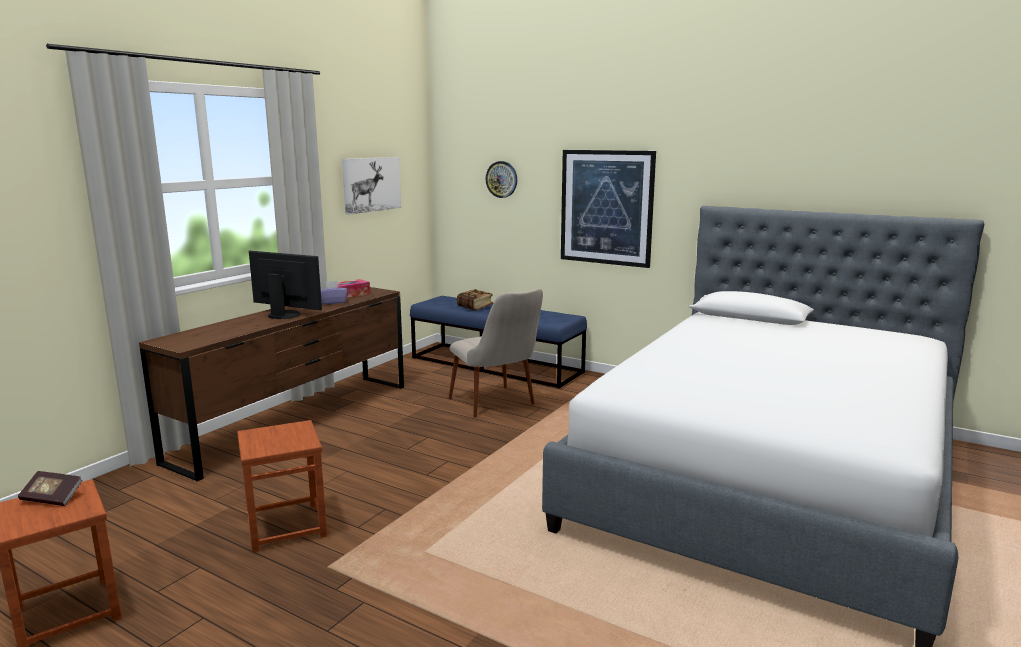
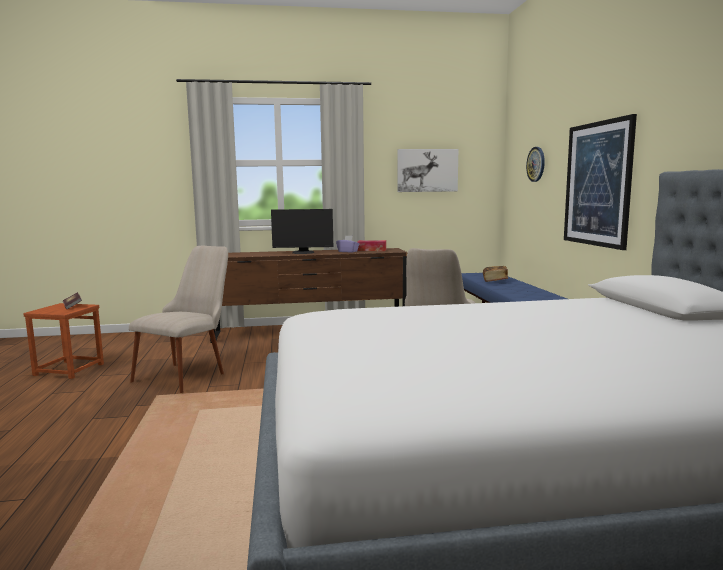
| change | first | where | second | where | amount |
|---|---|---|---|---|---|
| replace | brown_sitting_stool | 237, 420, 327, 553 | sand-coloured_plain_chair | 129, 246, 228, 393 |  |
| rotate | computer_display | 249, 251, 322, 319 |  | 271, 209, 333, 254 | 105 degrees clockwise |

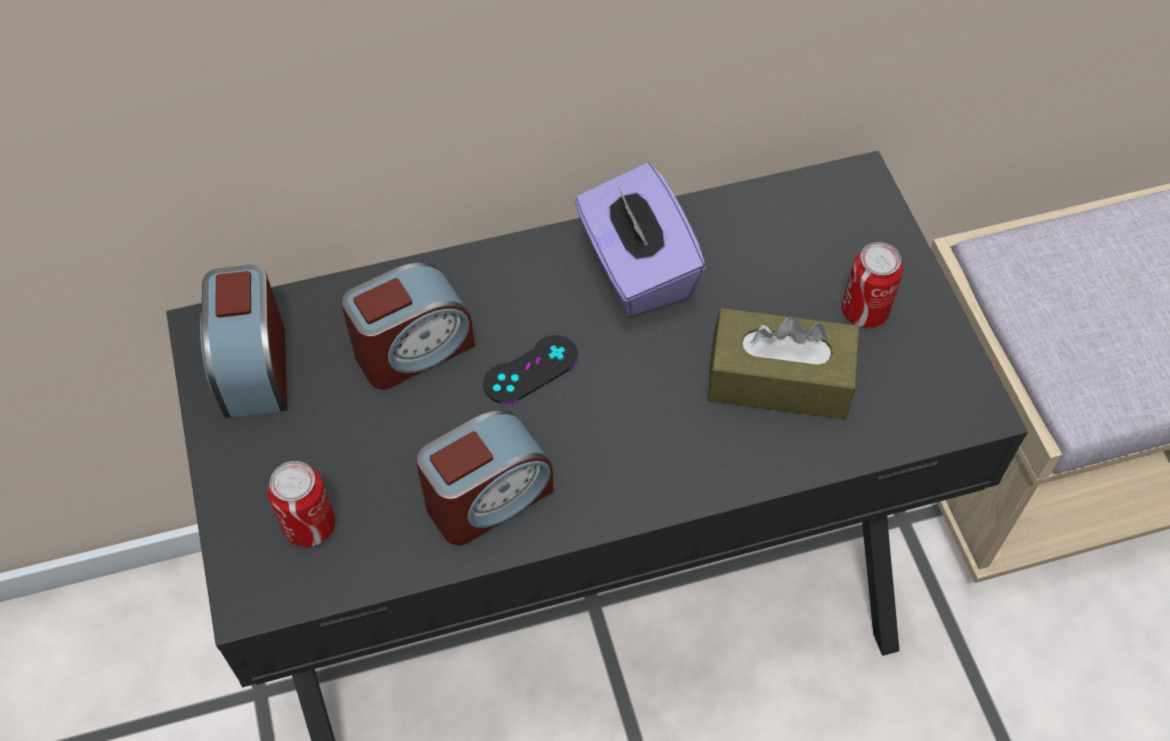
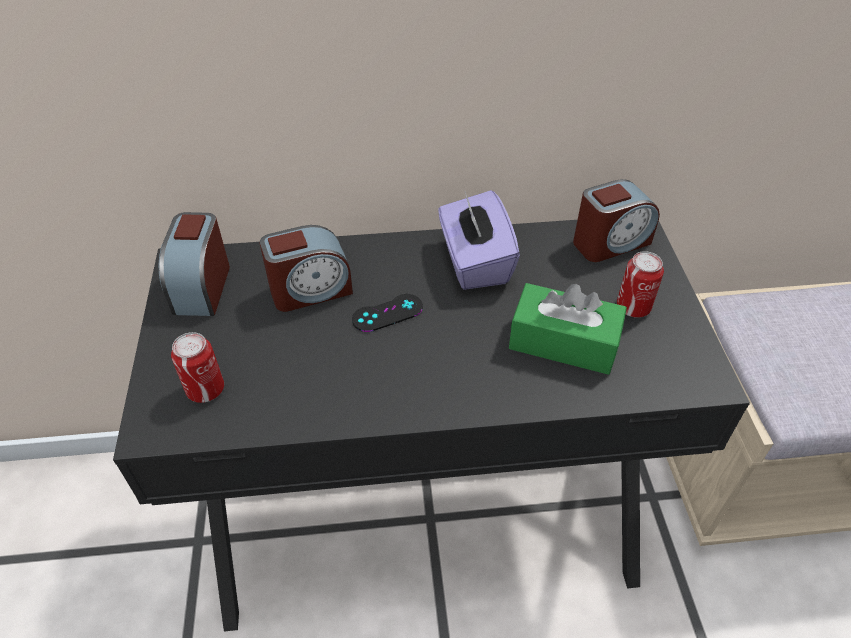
| change | first | where | second | where | amount |
|---|---|---|---|---|---|
| move | alarm_clock | 416, 410, 554, 545 |  | 573, 179, 660, 262 |  |
| recolor | brown_box_of_tissues | 707, 308, 860, 420 | greenish_box_of_tissues | 509, 283, 627, 375 |  |

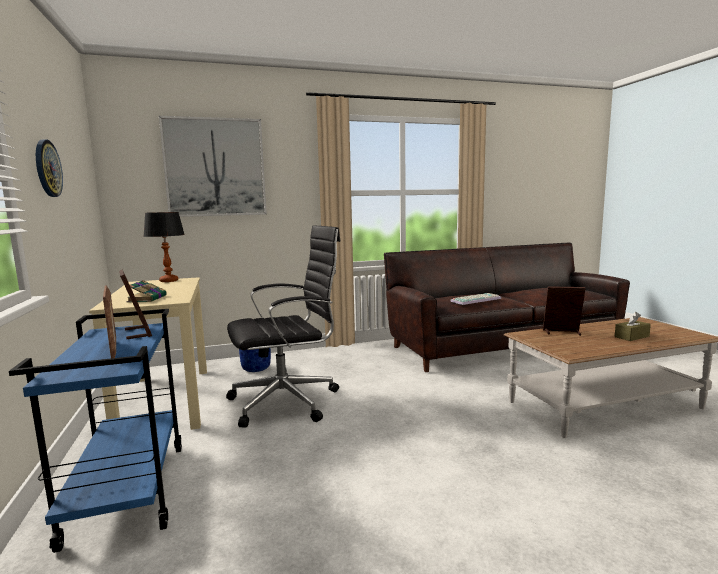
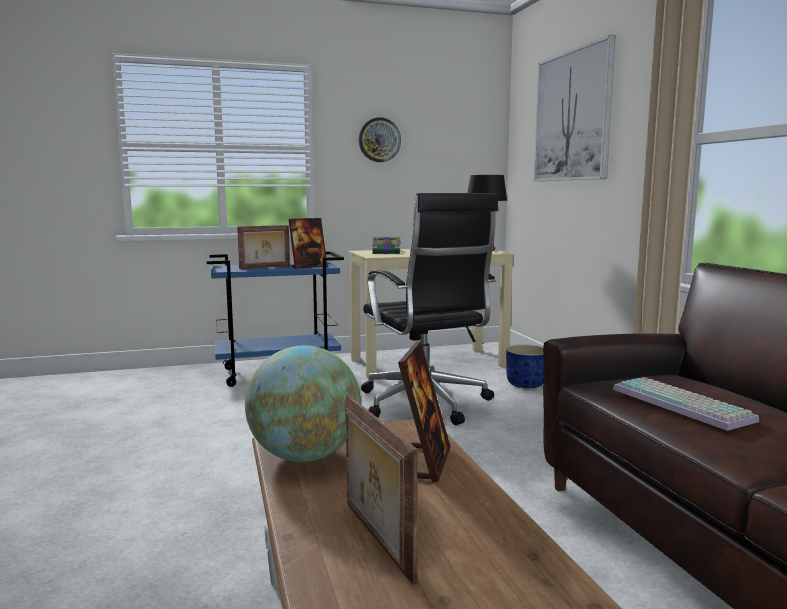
| change | first | where | second | where | amount |
|---|---|---|---|---|---|
| replace | brown_box_of_tissues | 615, 312, 651, 341 | picture_frame | 346, 395, 417, 585 |  |
| insert |  |  | world_globe | 245, 346, 361, 462 |  |

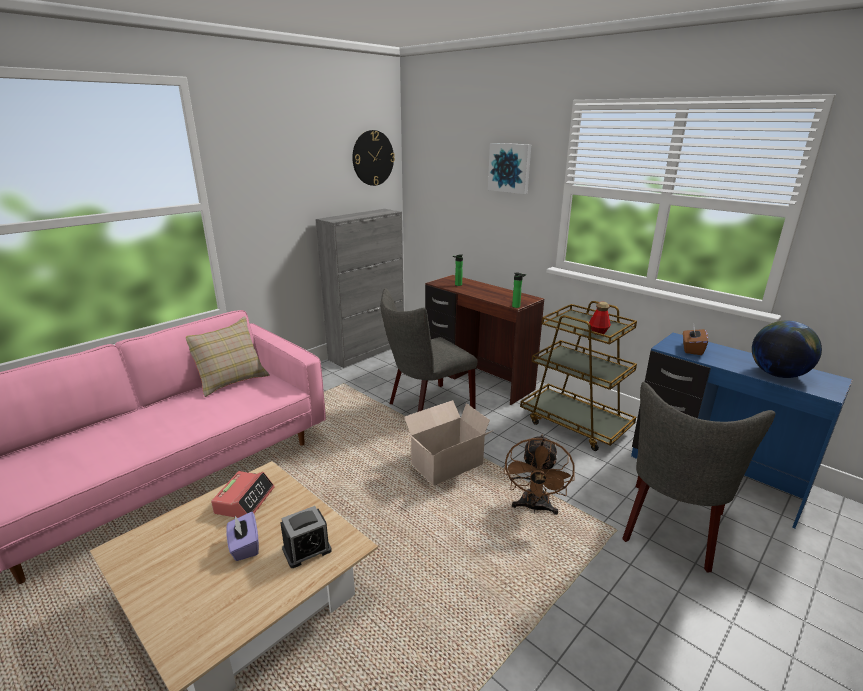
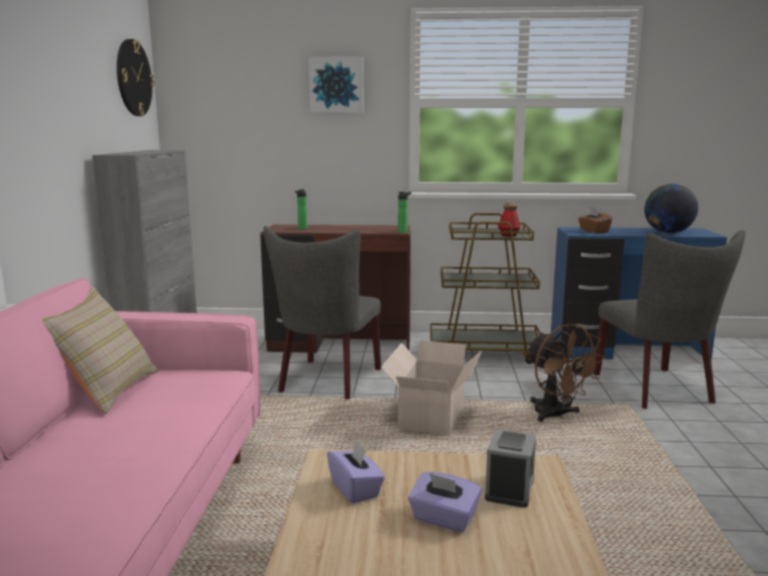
| change | first | where | second | where | amount |
|---|---|---|---|---|---|
| replace | alarm_clock | 211, 471, 275, 518 | purplish_box_of_tissues | 327, 440, 385, 504 |  |

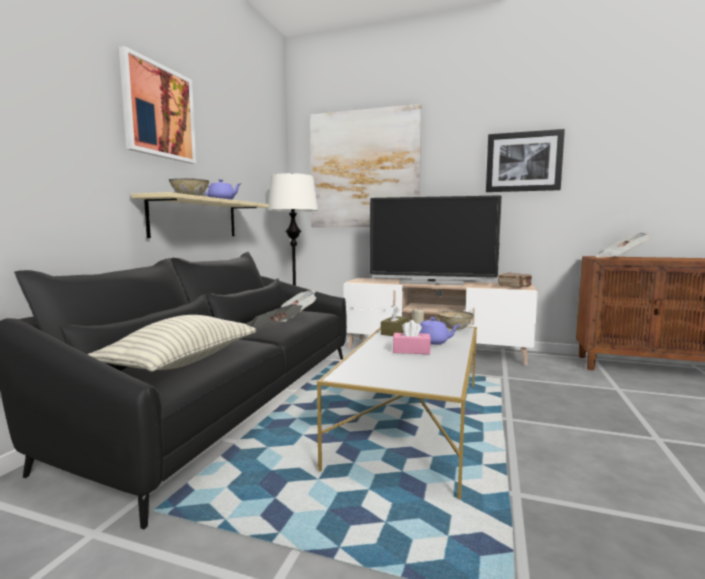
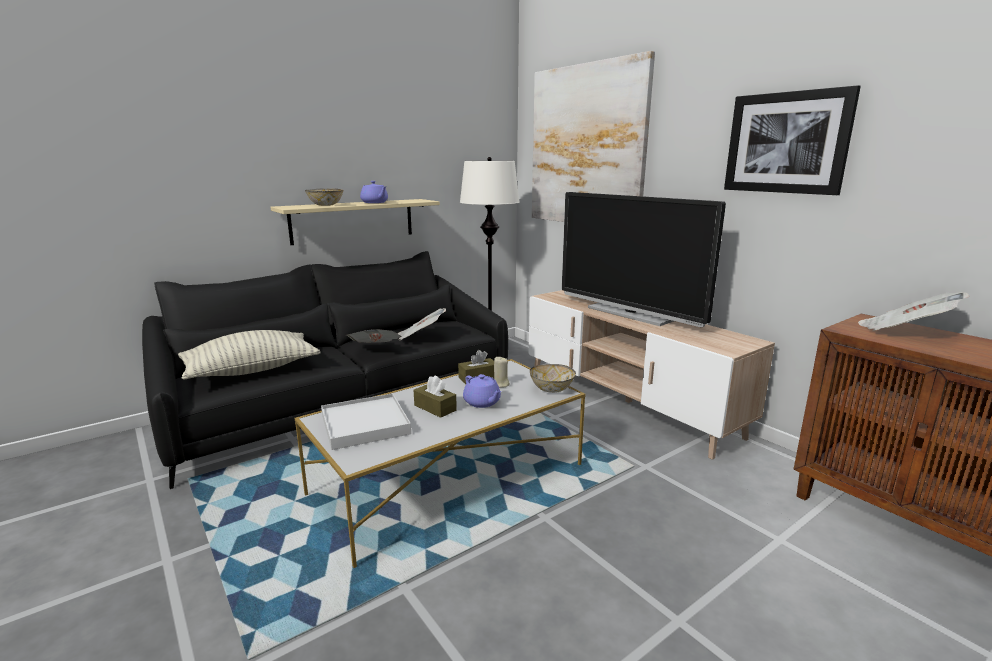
| change | first | where | second | where | amount |
|---|---|---|---|---|---|
| delete | wall_picture | 119, 46, 196, 164 |  |  |  |
| recolor | pink-coloured_box_of_tissues | 393, 320, 431, 354 | brown_box_of_tissues | 414, 375, 457, 418 |  |
| delete | brown_bound_book | 498, 273, 532, 288 |  |  |  |
| insert |  |  | white_tray | 321, 393, 411, 450 |  |

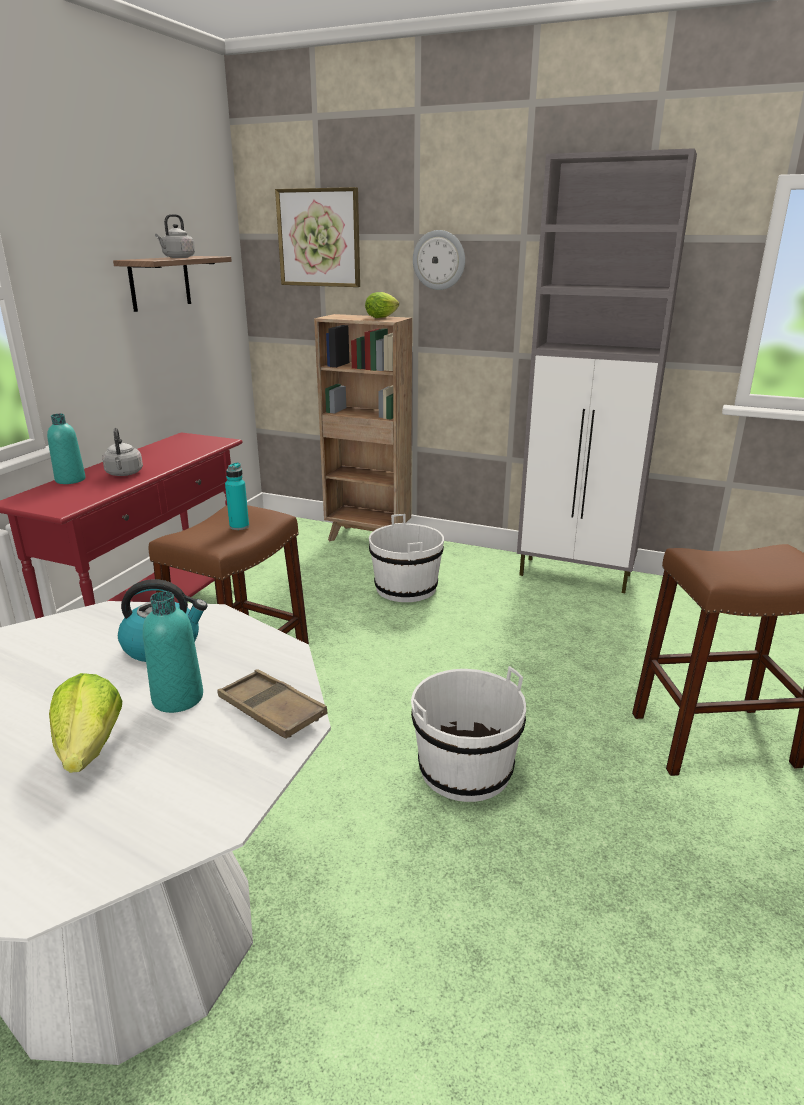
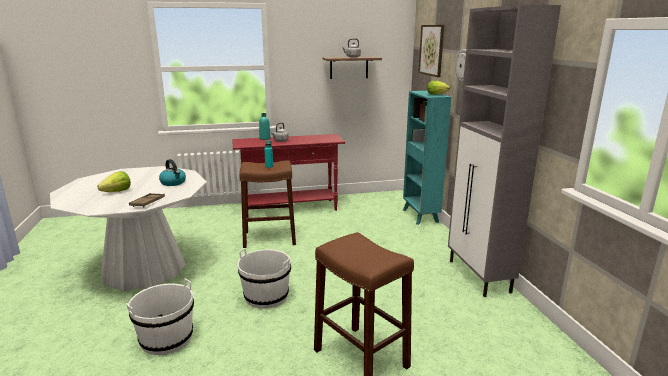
| change | first | where | second | where | amount |
|---|---|---|---|---|---|
| delete | turquoise_beverage_bottle | 143, 591, 203, 713 |  |  |  |
| recolor | brown_bookshelf | 314, 314, 412, 541 | turquoise_bookshelf | 403, 91, 451, 225 |  |
| move | white_pail | 369, 514, 444, 602 |  | 126, 278, 194, 355 |  |

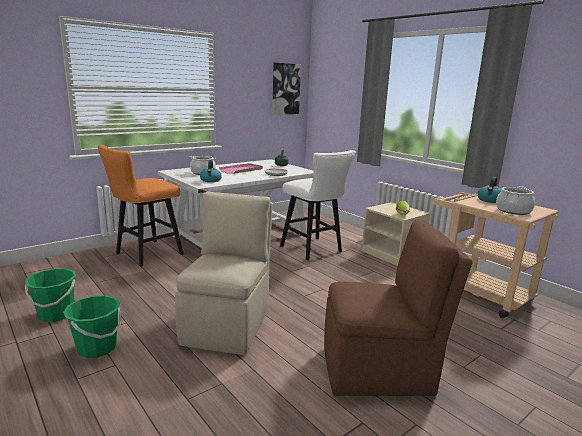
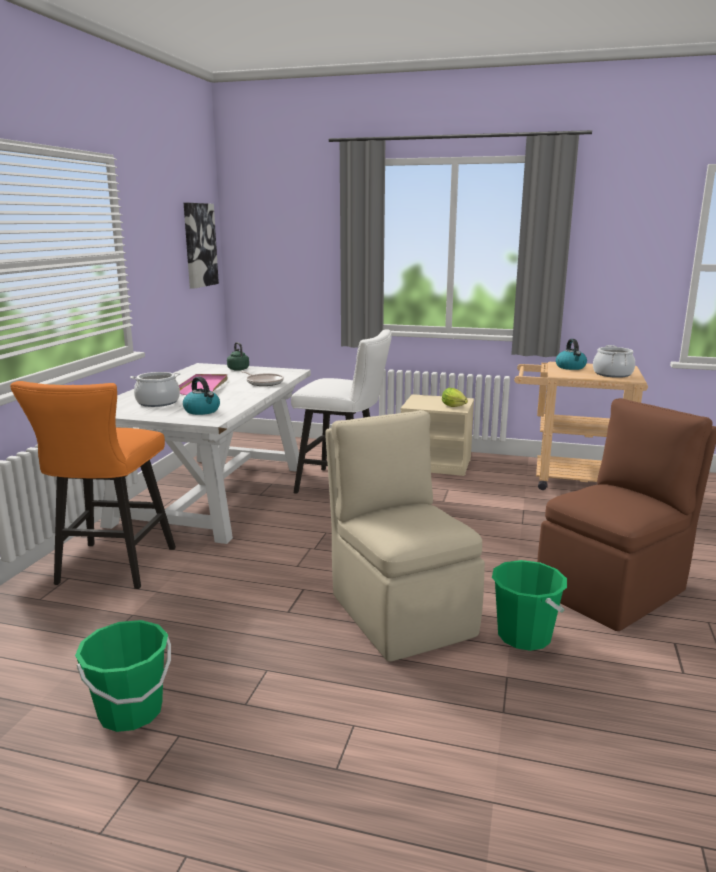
| change | first | where | second | where | amount |
|---|---|---|---|---|---|
| move | greenish_pail | 63, 295, 121, 358 |  | 492, 560, 567, 651 |  |

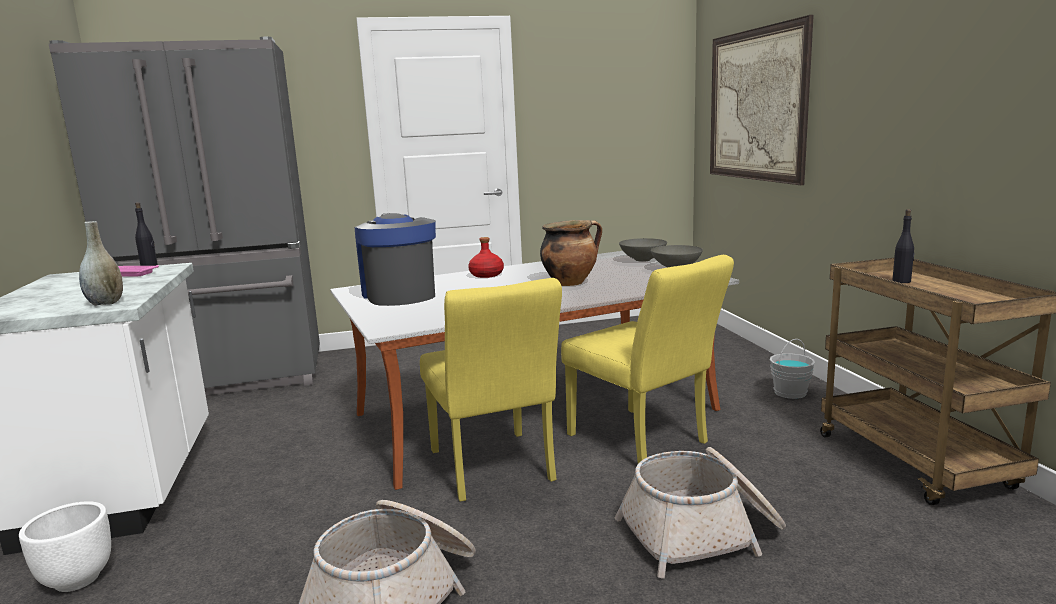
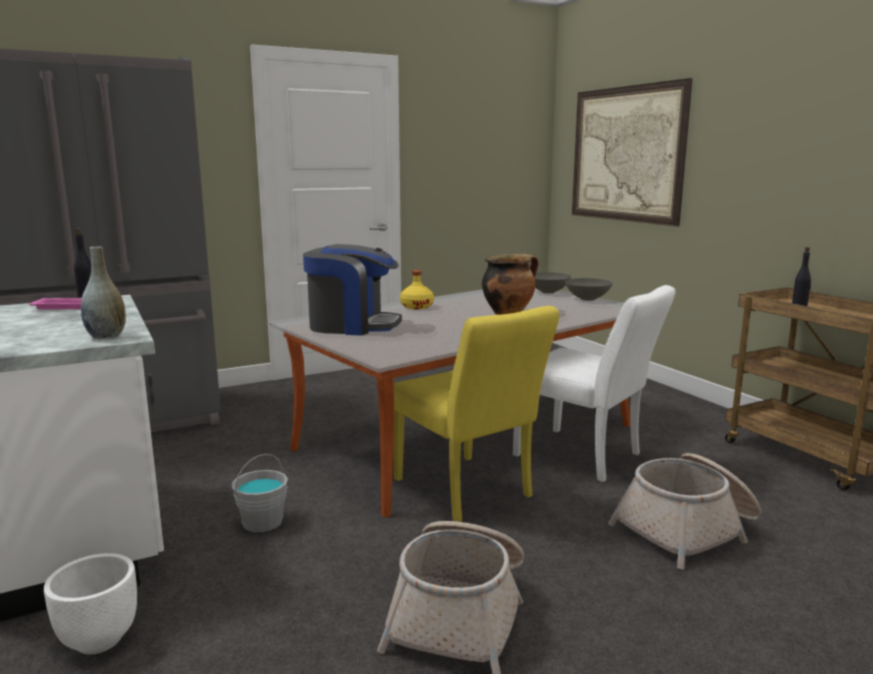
| change | first | where | second | where | amount |
|---|---|---|---|---|---|
| rotate | coffee_machine | 355, 213, 436, 306 |  | 303, 244, 402, 336 | 135 degrees clockwise |
| recolor | reddish_beverage_bottle | 468, 237, 504, 278 | yellowish_beverage_bottle | 400, 270, 434, 309 |  |
| recolor | yellowish_plain_chair | 561, 255, 734, 463 | white_plain_chair | 513, 285, 676, 482 |  |
| move | greyish_pail | 770, 339, 815, 399 |  | 232, 454, 288, 532 |  |

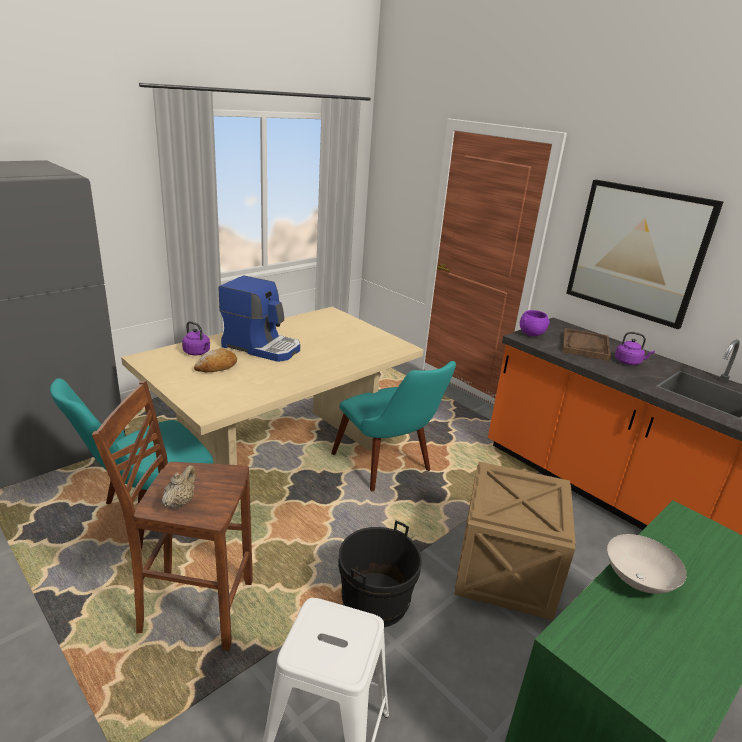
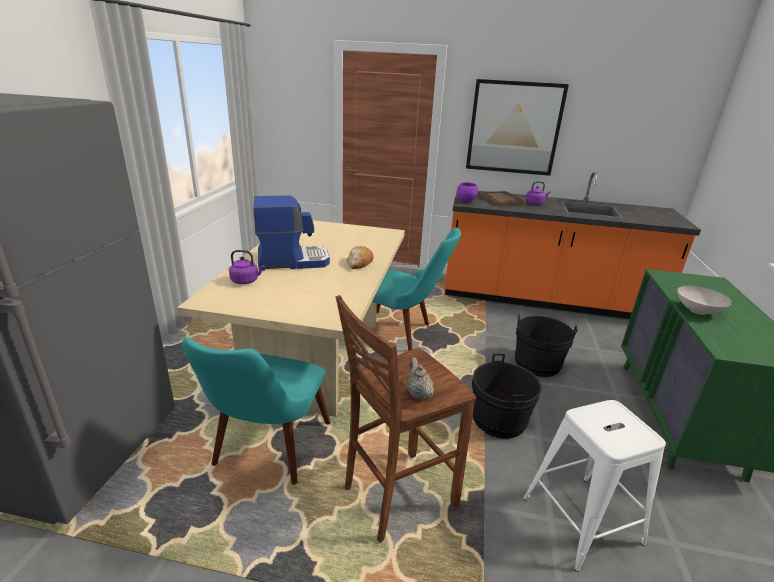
| change | first | where | second | where | amount |
|---|---|---|---|---|---|
| move | bread | 194, 348, 237, 372 |  | 346, 246, 374, 269 |  |
| replace | packing_crate | 454, 462, 576, 620 | blackish_pail | 515, 315, 578, 377 |  |

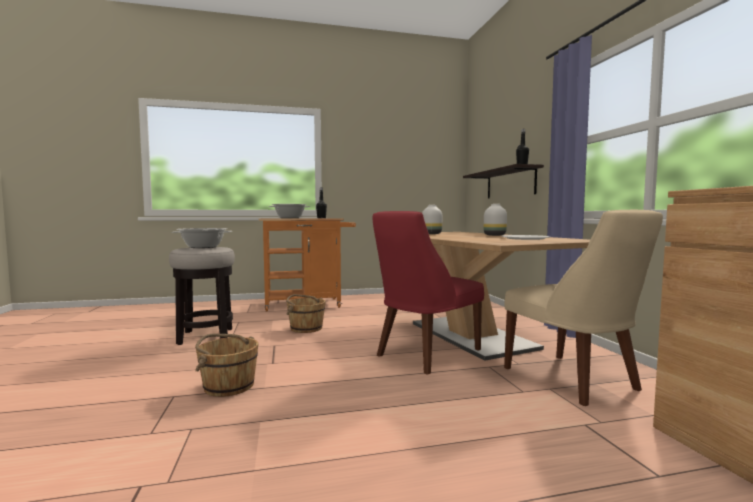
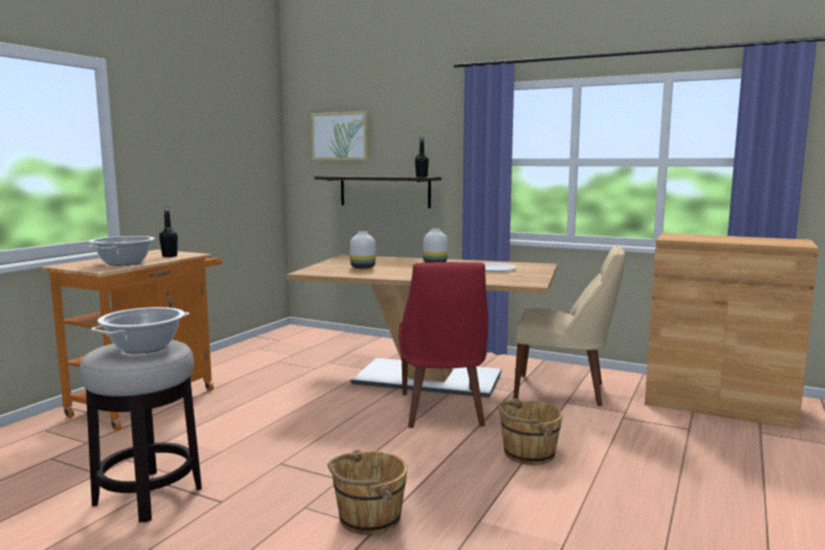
| change | first | where | second | where | amount |
|---|---|---|---|---|---|
| move | brown_pail | 286, 294, 326, 333 |  | 497, 399, 563, 465 |  |
| insert |  |  | wall_picture | 311, 111, 369, 160 |  |

